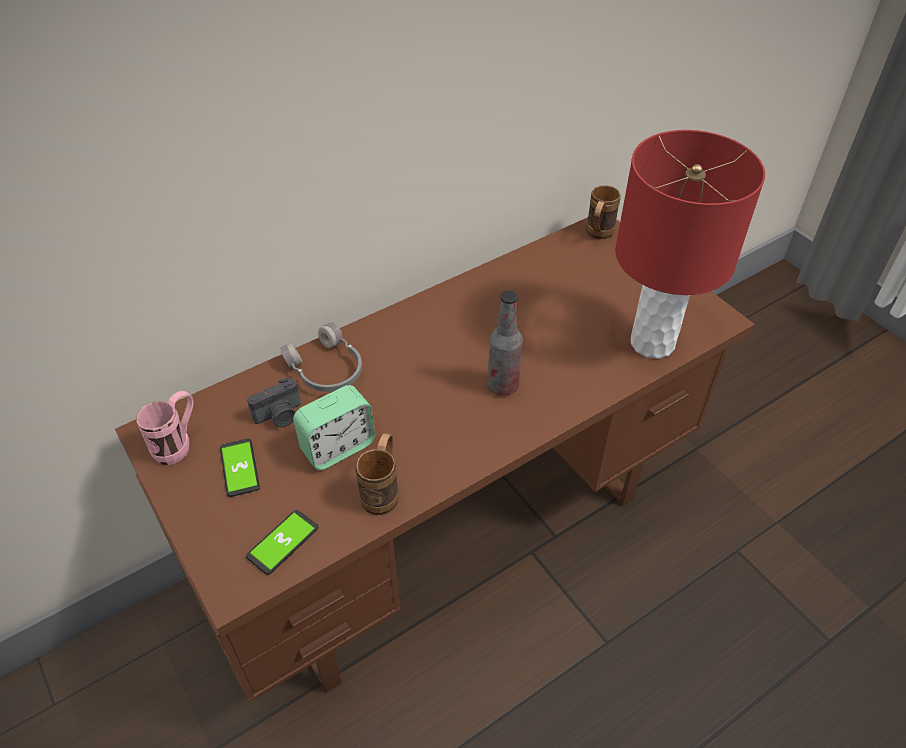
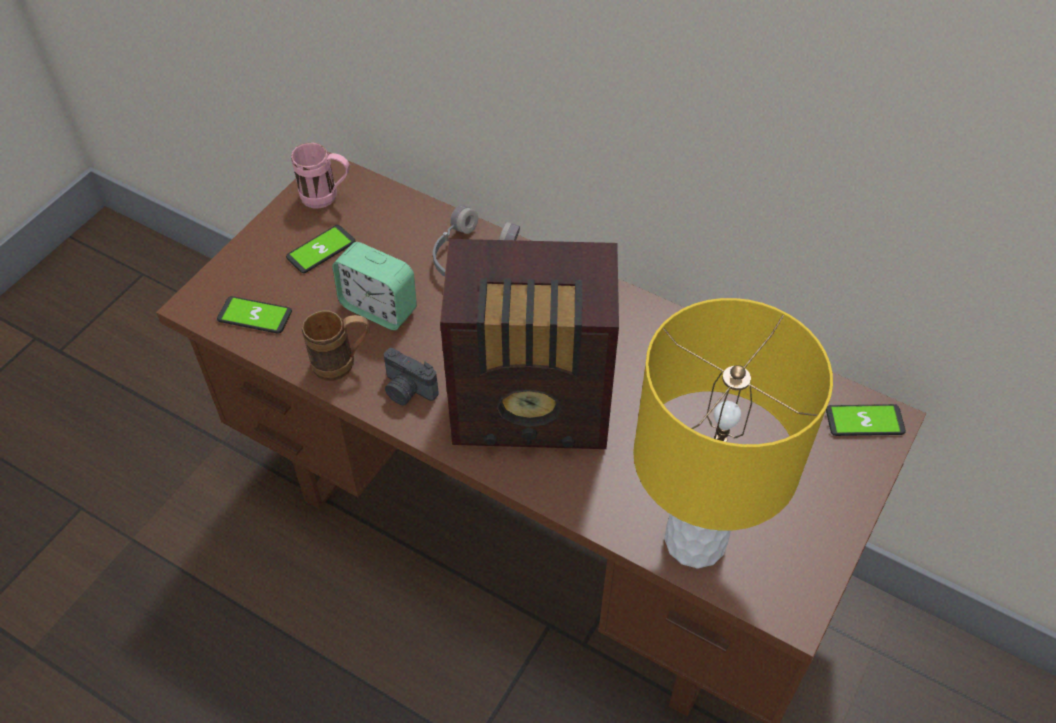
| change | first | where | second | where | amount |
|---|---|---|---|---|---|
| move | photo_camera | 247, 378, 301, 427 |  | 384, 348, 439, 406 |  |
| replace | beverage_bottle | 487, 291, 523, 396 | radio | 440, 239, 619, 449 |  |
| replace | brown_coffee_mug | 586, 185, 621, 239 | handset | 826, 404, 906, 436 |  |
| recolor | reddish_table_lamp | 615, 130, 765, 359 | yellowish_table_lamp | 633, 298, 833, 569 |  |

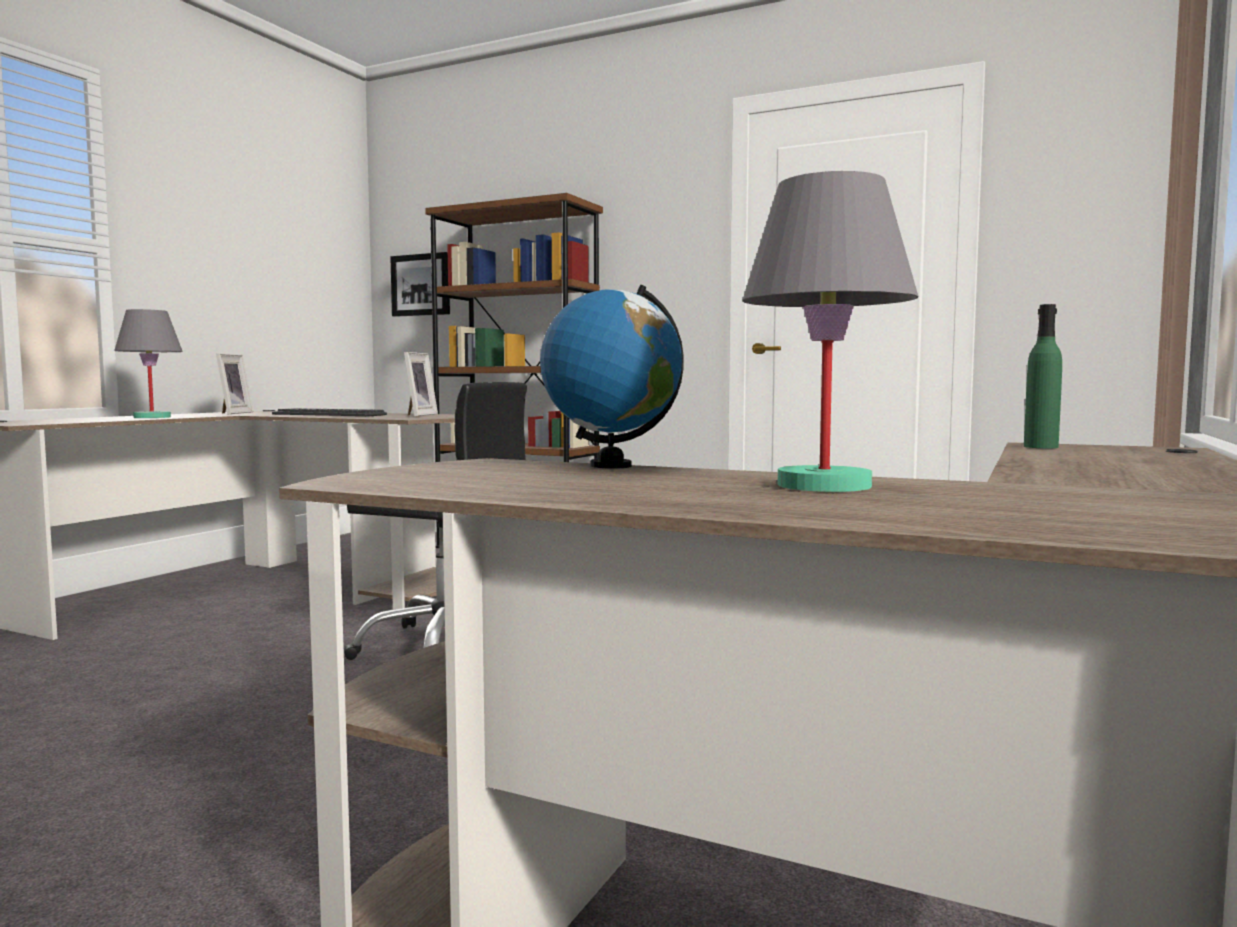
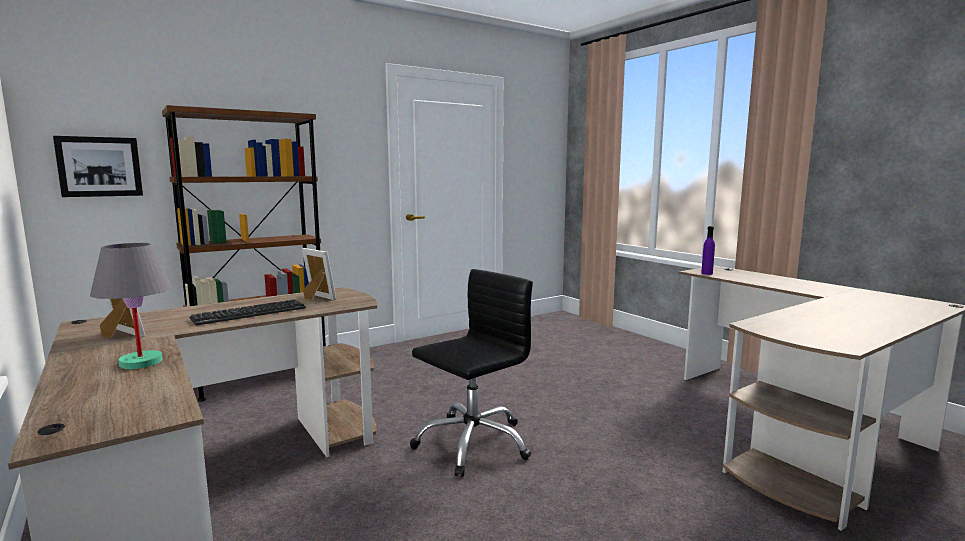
| change | first | where | second | where | amount |
|---|---|---|---|---|---|
| delete | world_globe | 540, 285, 684, 469 |  |  |  |
| delete | greyish_table_lamp | 742, 171, 918, 492 |  |  |  |
| recolor | greenish_beverage_bottle | 1024, 304, 1062, 448 | purplish_beverage_bottle | 701, 226, 715, 275 |  |

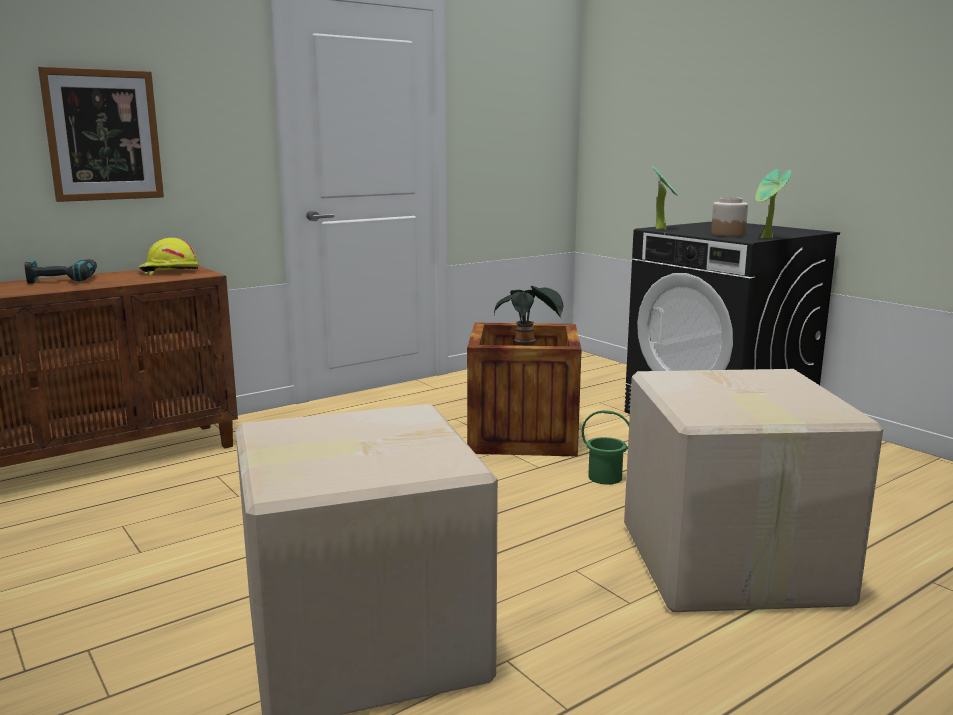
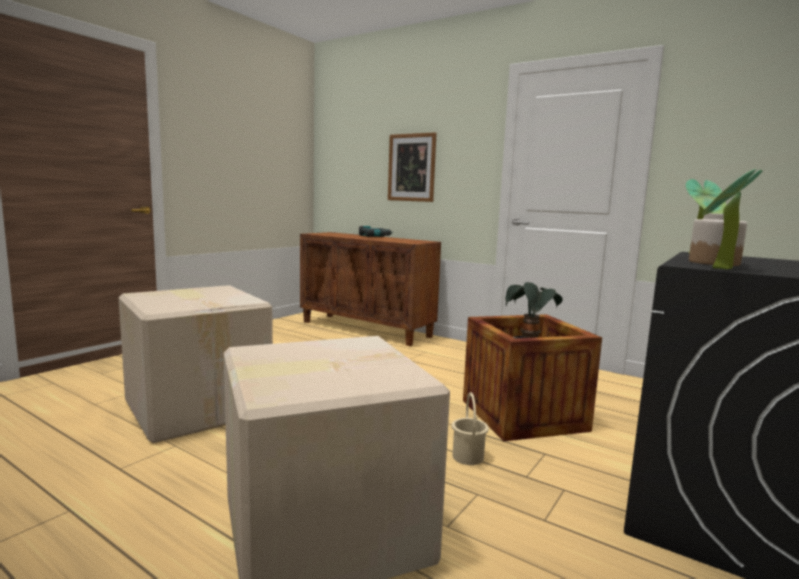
| change | first | where | second | where | amount |
|---|---|---|---|---|---|
| delete | yellowish_work_helmet | 138, 238, 199, 275 |  |  |  |
| recolor | greenish_pail | 582, 410, 629, 485 | sand-coloured_pail | 452, 392, 489, 465 |  |

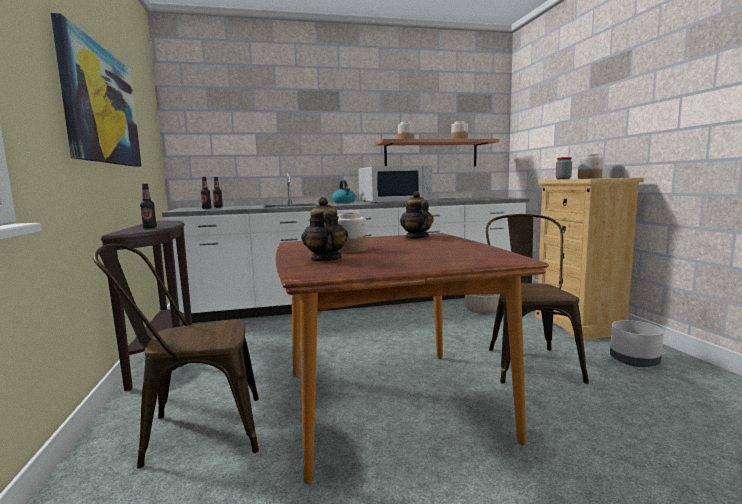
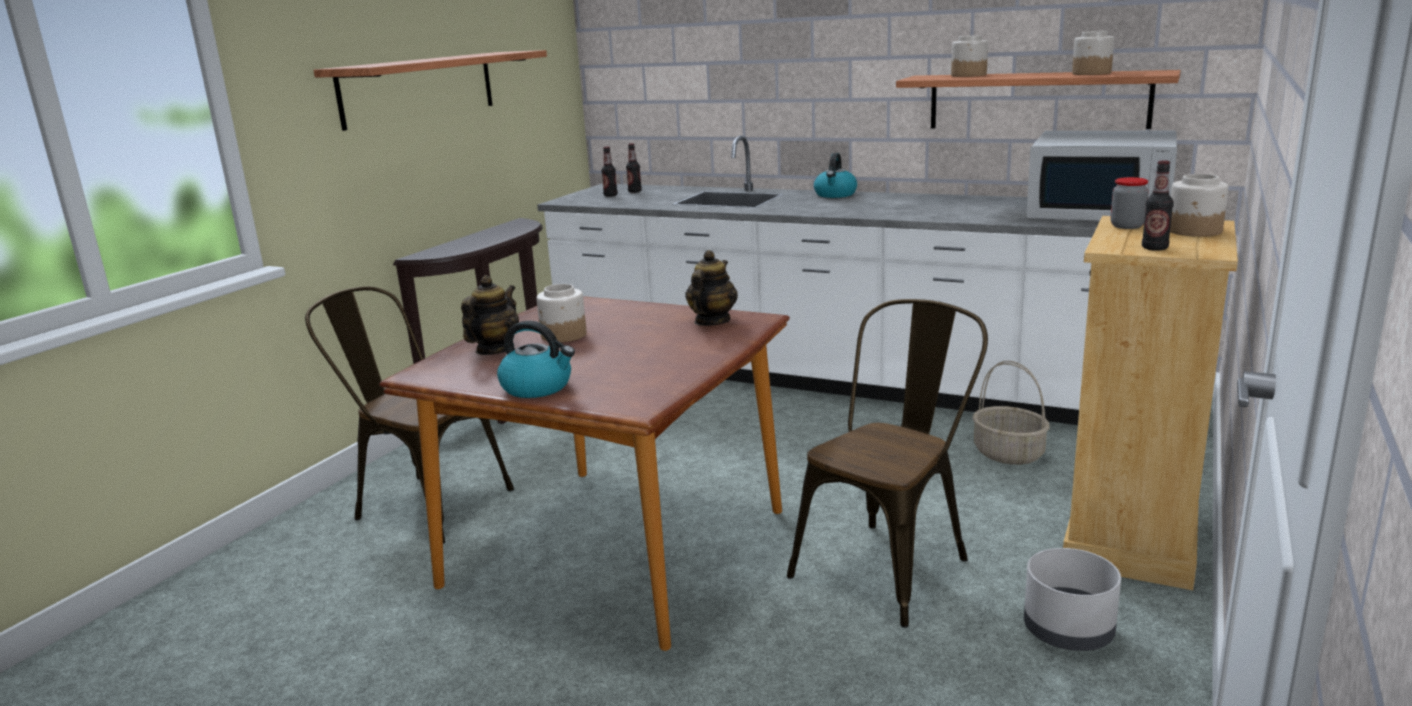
| change | first | where | second | where | amount |
|---|---|---|---|---|---|
| replace | wall_picture | 51, 13, 141, 167 | wall_shelf | 314, 50, 547, 131 |  |
| move | beverage_bottle | 140, 184, 157, 229 |  | 1142, 160, 1174, 251 |  |
| move | white_kitchen_microwave | 358, 165, 432, 203 |  | 1026, 131, 1177, 220 |  |
| insert |  |  | kettle | 497, 321, 575, 398 |  |

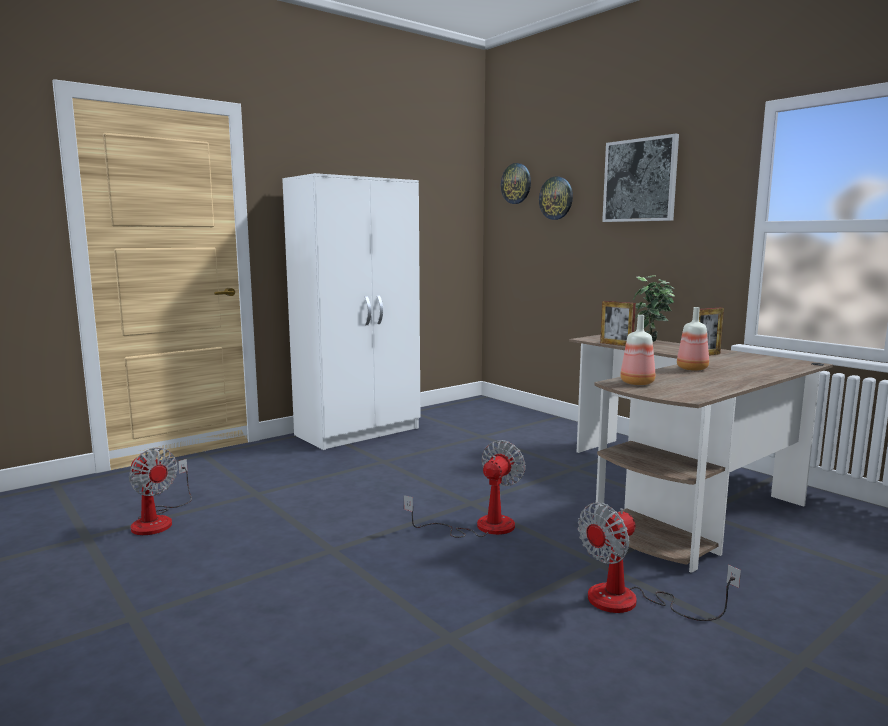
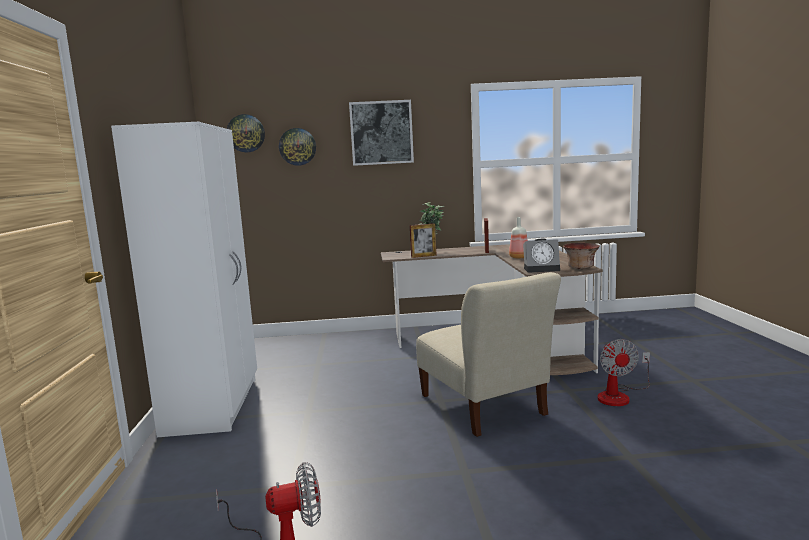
| change | first | where | second | where | amount |
|---|---|---|---|---|---|
| replace | fan | 404, 440, 526, 538 | sand-coloured_plain_chair | 416, 272, 561, 437 |  |
| replace | beverage_bottle | 620, 315, 655, 385 | alarm_clock | 523, 239, 560, 273 |  |
| insert |  |  | bowl | 563, 243, 600, 269 |  |

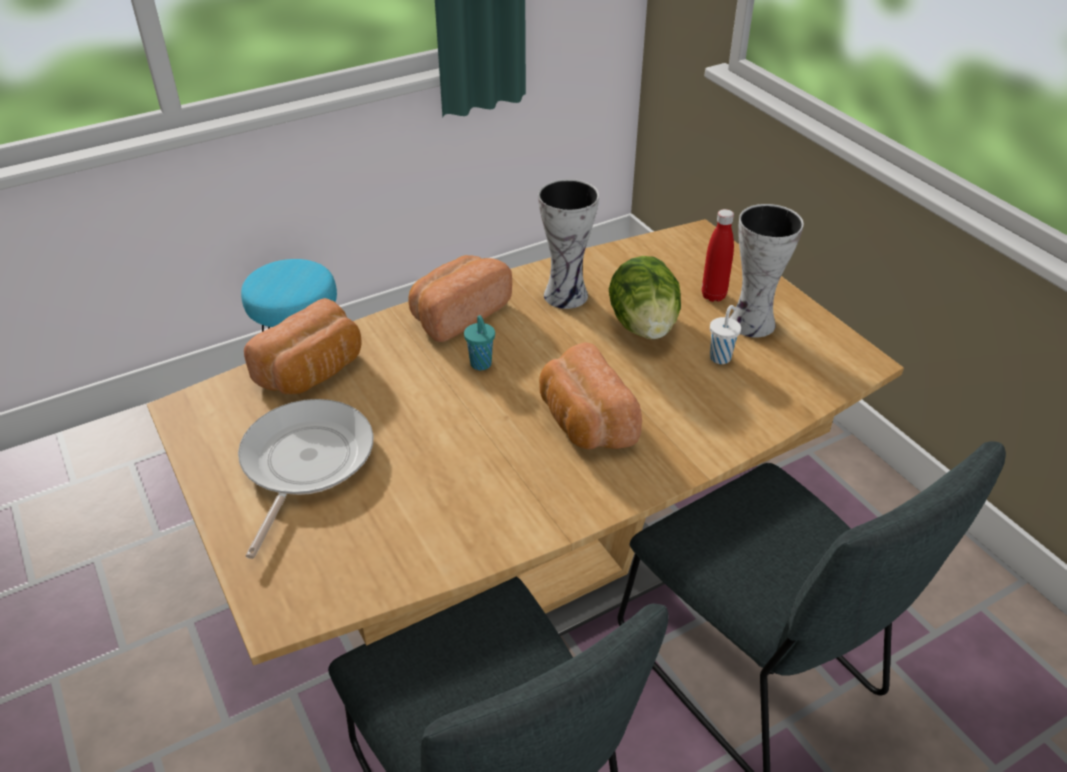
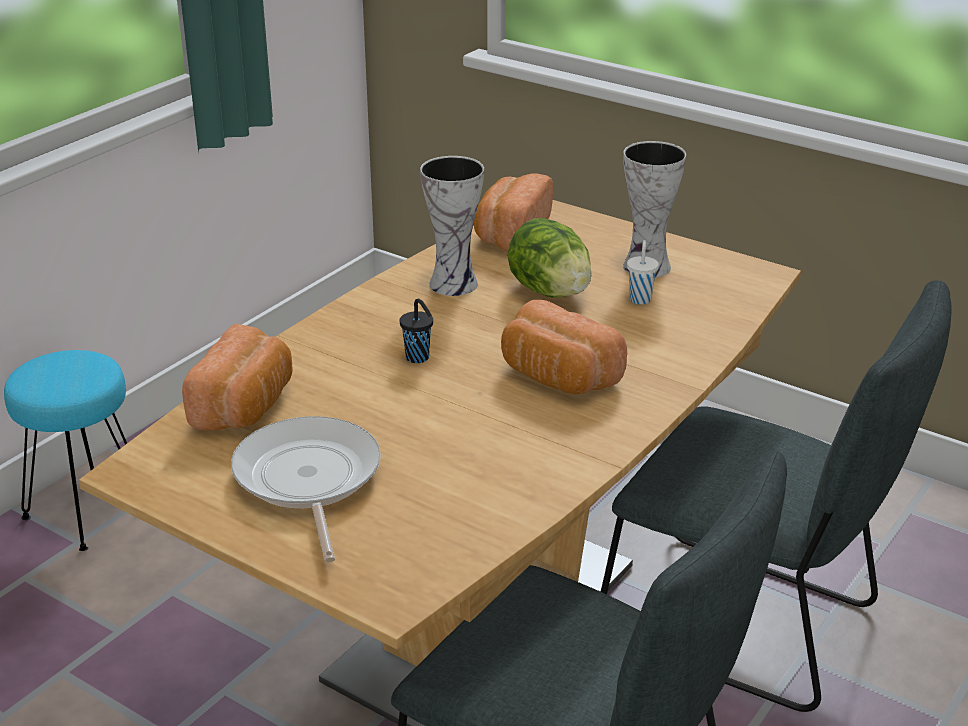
| change | first | where | second | where | amount |
|---|---|---|---|---|---|
| move | bread | 408, 255, 512, 342 |  | 474, 174, 553, 252 |  |
| recolor | turquoise_small_cup | 464, 315, 495, 370 | blackish_small_cup | 399, 299, 433, 363 |  |
| delete | reddish_beverage_bottle | 702, 209, 734, 302 |  |  |  |

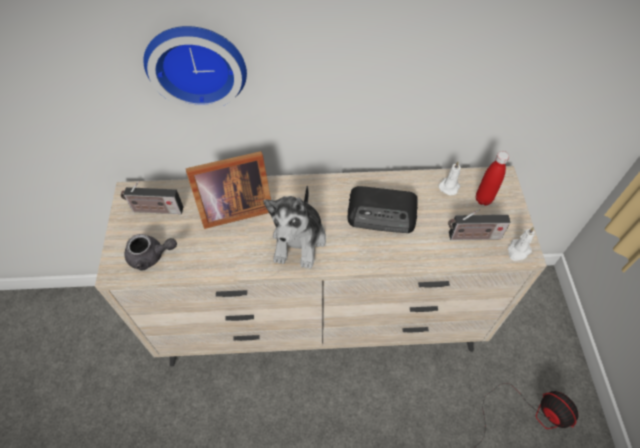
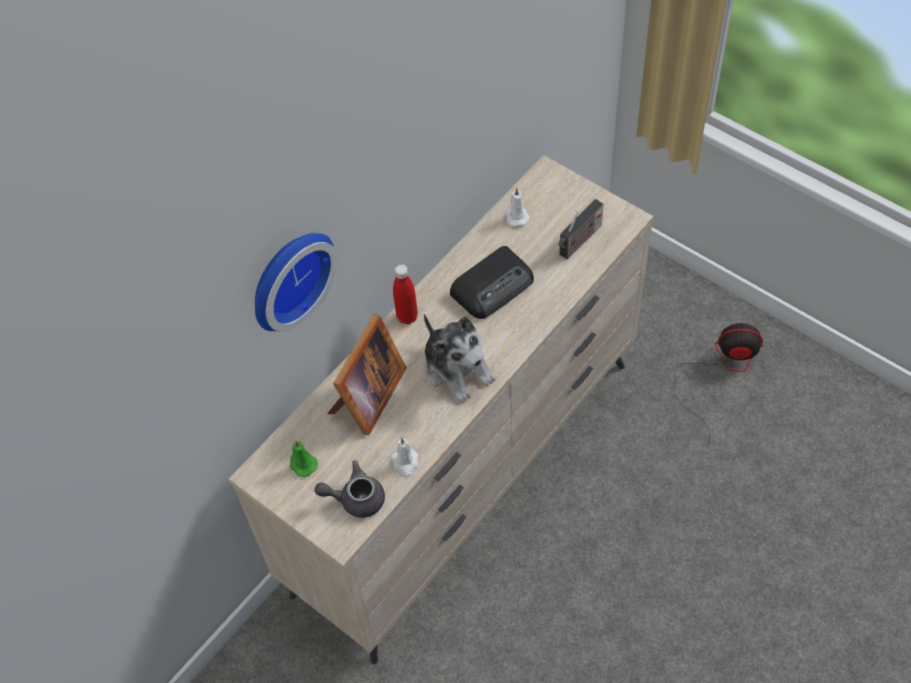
| change | first | where | second | where | amount |
|---|---|---|---|---|---|
| replace | radio | 121, 181, 183, 214 | greenish_wax_light | 290, 440, 318, 477 |  |
| rotate | greyish_tea_pot | 125, 234, 177, 271 |  | 314, 460, 385, 518 | 135 degrees counterclockwise |
| move | reddish_beverage_bottle | 476, 151, 509, 206 |  | 393, 264, 418, 324 |  |
| move | white_wax_light | 508, 227, 535, 261 |  | 392, 437, 418, 478 |  |

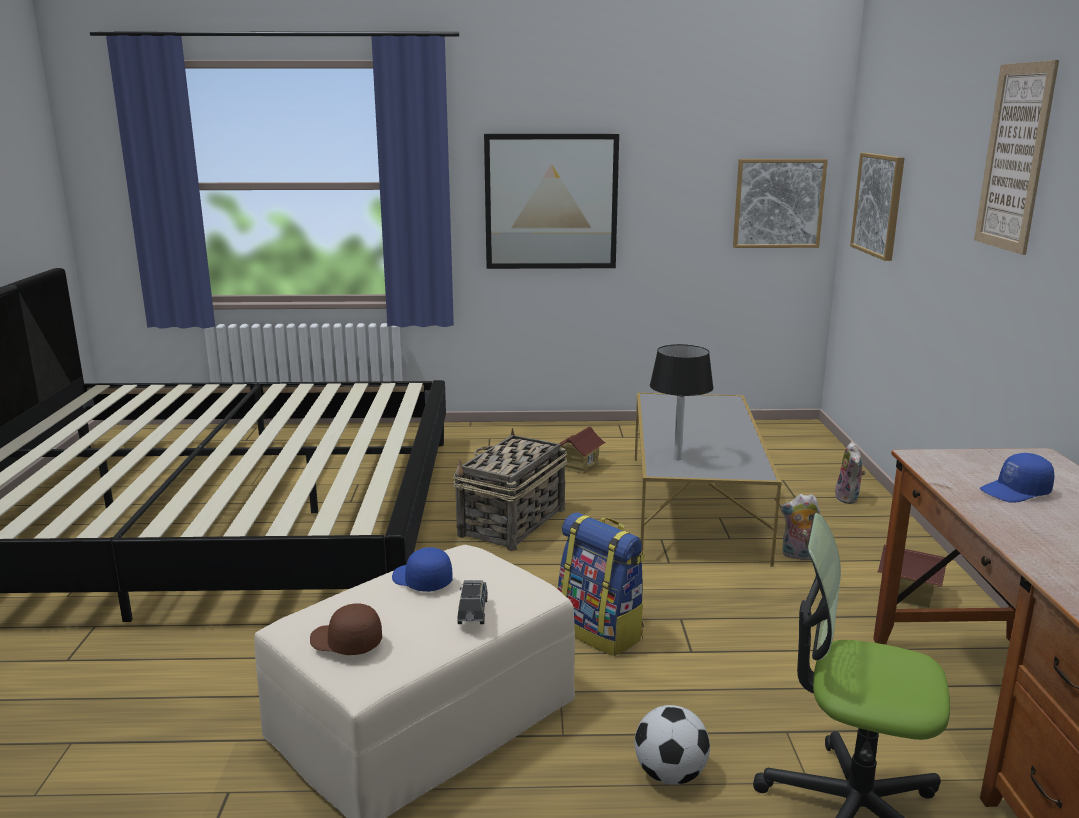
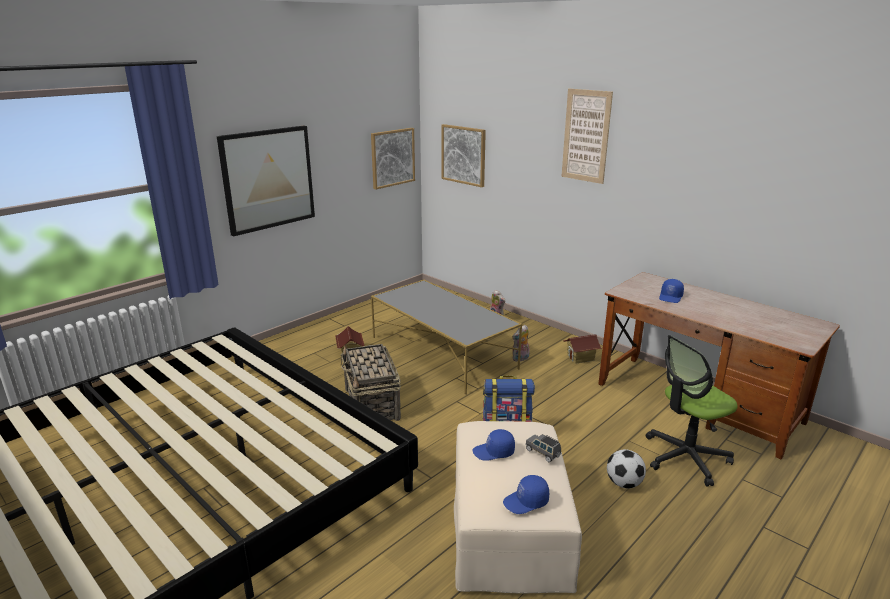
| change | first | where | second | where | amount |
|---|---|---|---|---|---|
| recolor | brown_cap | 310, 603, 382, 655 | bluish_cap | 503, 475, 549, 514 |  |
| delete | blackish_table_lamp | 650, 344, 714, 460 |  |  |  |

